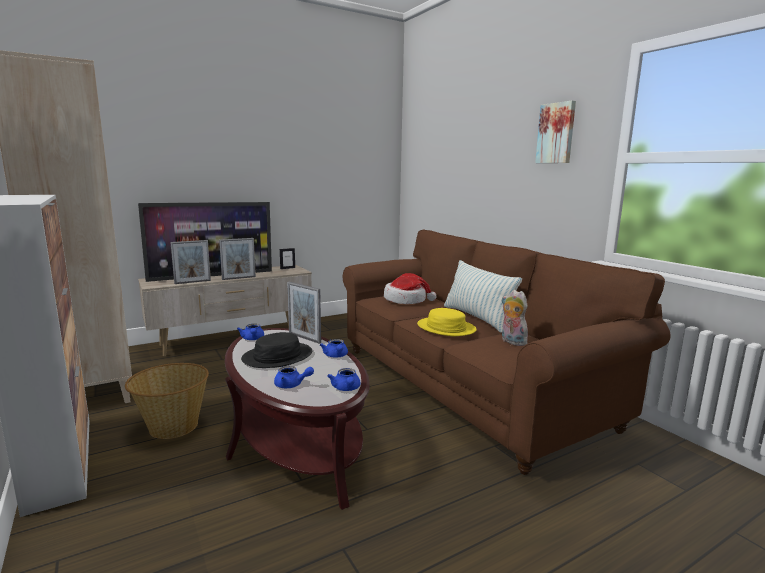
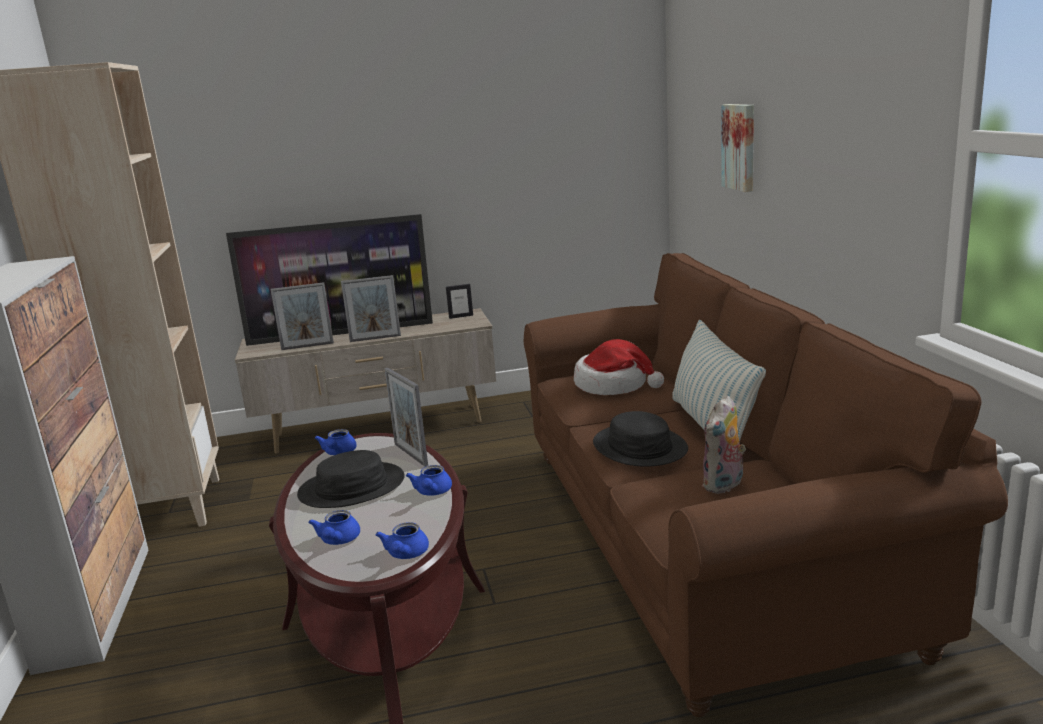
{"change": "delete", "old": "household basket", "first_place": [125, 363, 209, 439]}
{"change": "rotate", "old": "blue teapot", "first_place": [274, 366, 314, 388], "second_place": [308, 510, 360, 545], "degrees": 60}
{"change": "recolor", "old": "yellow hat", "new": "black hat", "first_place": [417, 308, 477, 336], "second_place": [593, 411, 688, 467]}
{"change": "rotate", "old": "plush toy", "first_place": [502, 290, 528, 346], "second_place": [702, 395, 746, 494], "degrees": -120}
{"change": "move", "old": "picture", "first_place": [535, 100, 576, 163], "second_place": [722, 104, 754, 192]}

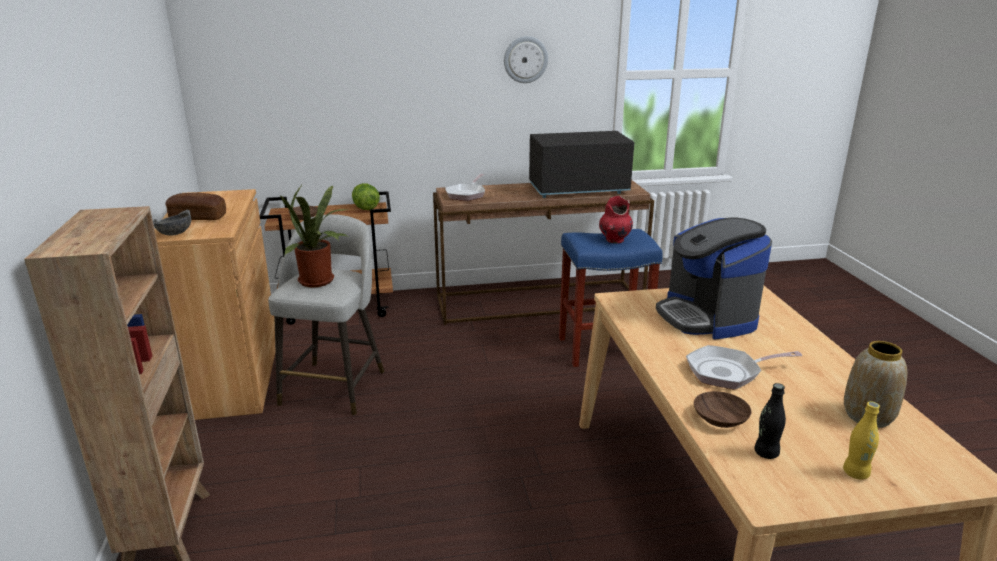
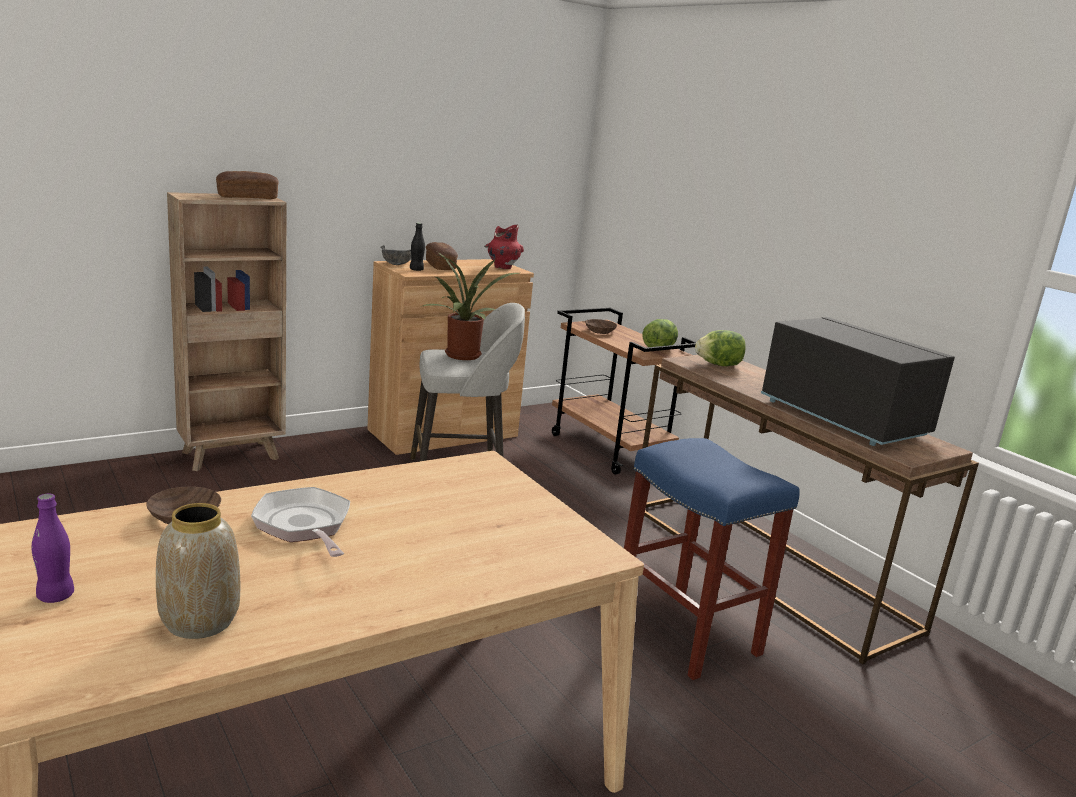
{"change": "replace", "old": "skillet", "new": "lettuce head", "first_place": [445, 174, 485, 201], "second_place": [695, 330, 745, 366]}
{"change": "delete", "old": "hanging clock", "first_place": [504, 36, 548, 83]}
{"change": "move", "old": "red vase", "first_place": [599, 196, 633, 243], "second_place": [484, 224, 524, 269]}
{"change": "delete", "old": "coffee machine", "first_place": [656, 218, 772, 339]}
{"change": "move", "old": "black bottle", "first_place": [754, 383, 786, 459], "second_place": [410, 223, 425, 271]}
{"change": "recolor", "old": "yellow bottle", "new": "purple bottle", "first_place": [843, 401, 880, 480], "second_place": [32, 494, 74, 603]}
{"change": "insert", "new": "baked bread", "second_place": [216, 171, 279, 199]}

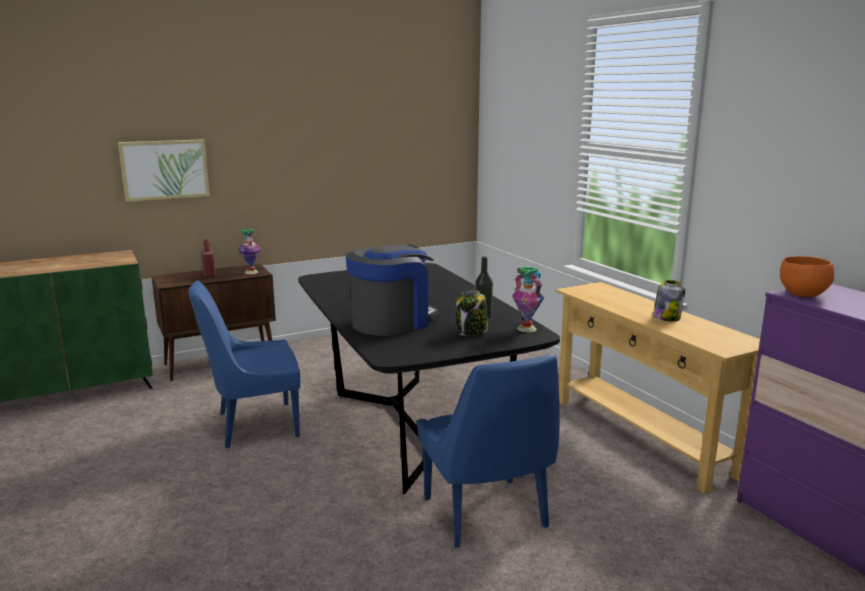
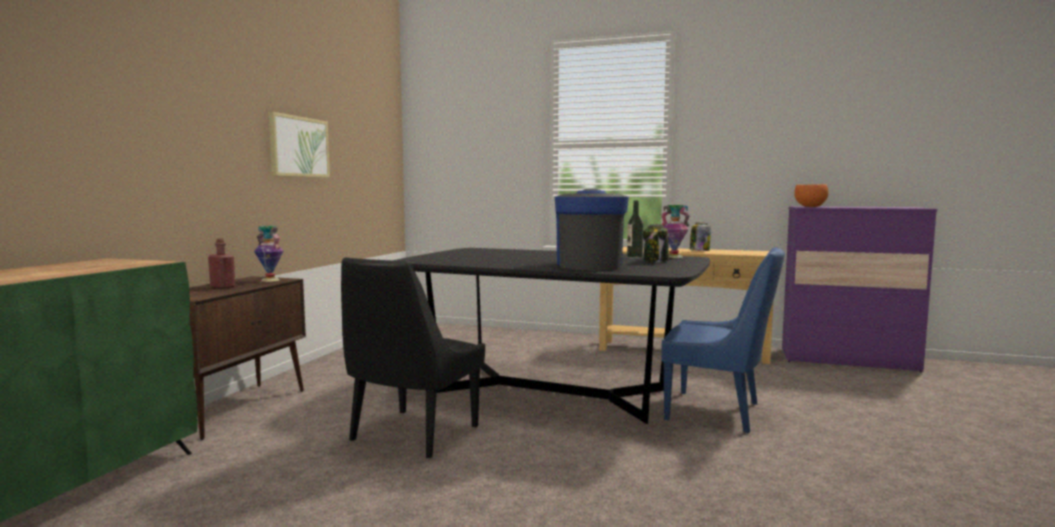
{"change": "move", "old": "picture", "first_place": [118, 139, 210, 202], "second_place": [269, 112, 330, 178]}
{"change": "recolor", "old": "blue chair", "new": "black chair", "first_place": [188, 280, 301, 449], "second_place": [341, 257, 485, 459]}

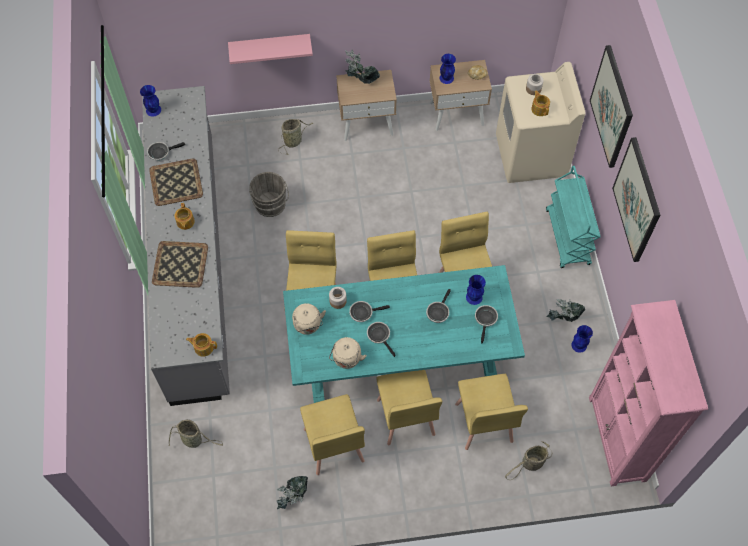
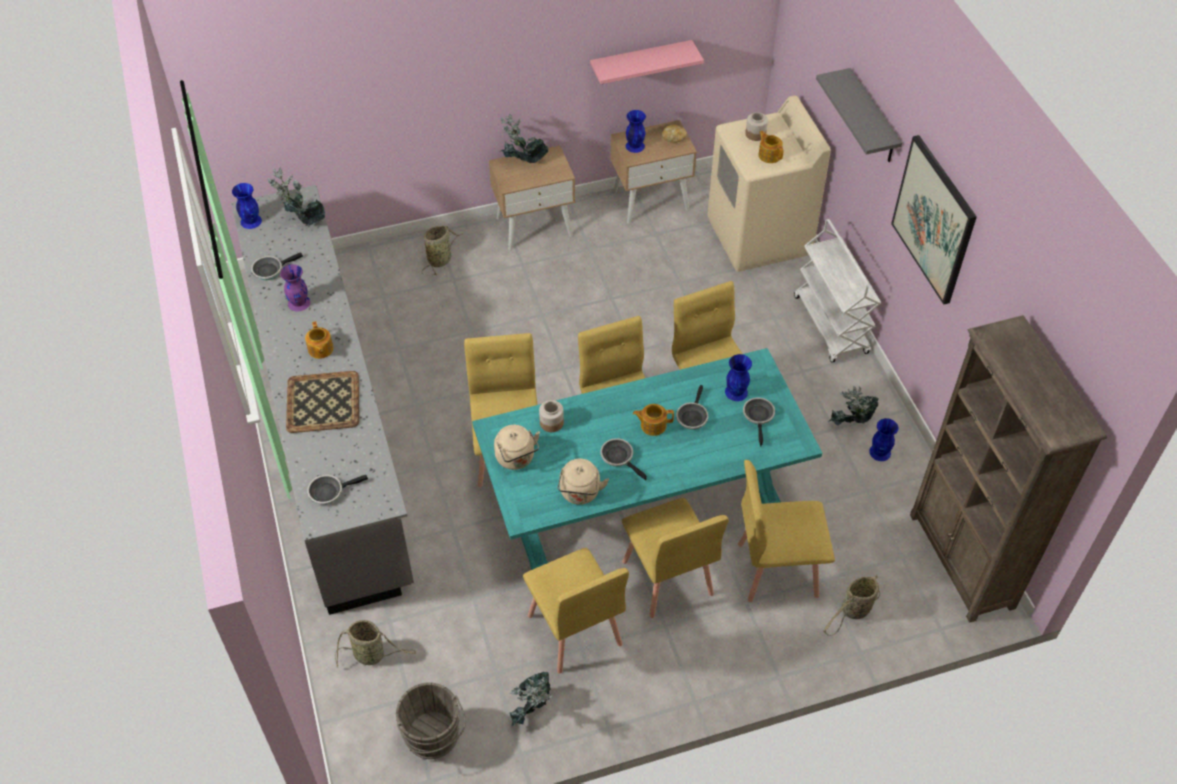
{"change": "replace", "old": "carrying tray", "new": "purple vase", "first_place": [149, 158, 203, 206], "second_place": [280, 264, 310, 311]}
{"change": "move", "old": "teapot", "first_place": [186, 333, 217, 357], "second_place": [633, 404, 674, 436]}
{"change": "move", "old": "pinkish bracket shelf", "first_place": [228, 34, 313, 64], "second_place": [590, 40, 704, 84]}
{"change": "move", "old": "grey pail", "first_place": [249, 172, 289, 217], "second_place": [396, 682, 466, 759]}
{"change": "move", "old": "skillet", "first_place": [349, 301, 390, 322], "second_place": [307, 475, 368, 505]}
{"change": "rotate", "old": "yellow chair", "first_place": [455, 374, 528, 450], "second_place": [738, 460, 835, 602], "degrees": 105}
{"change": "recolor", "old": "turquoise wheeled cart", "new": "whitish wheeled cart", "first_place": [546, 166, 600, 268], "second_place": [794, 219, 881, 362]}
{"change": "recolor", "old": "pinkish bookshelf", "new": "brown bookshelf", "first_place": [589, 300, 708, 486], "second_place": [910, 315, 1107, 623]}
{"change": "replace", "old": "picture", "new": "grey bracket shelf", "first_place": [590, 45, 633, 168], "second_place": [816, 68, 902, 162]}
{"change": "insert", "new": "potted plant", "second_place": [267, 167, 325, 225]}

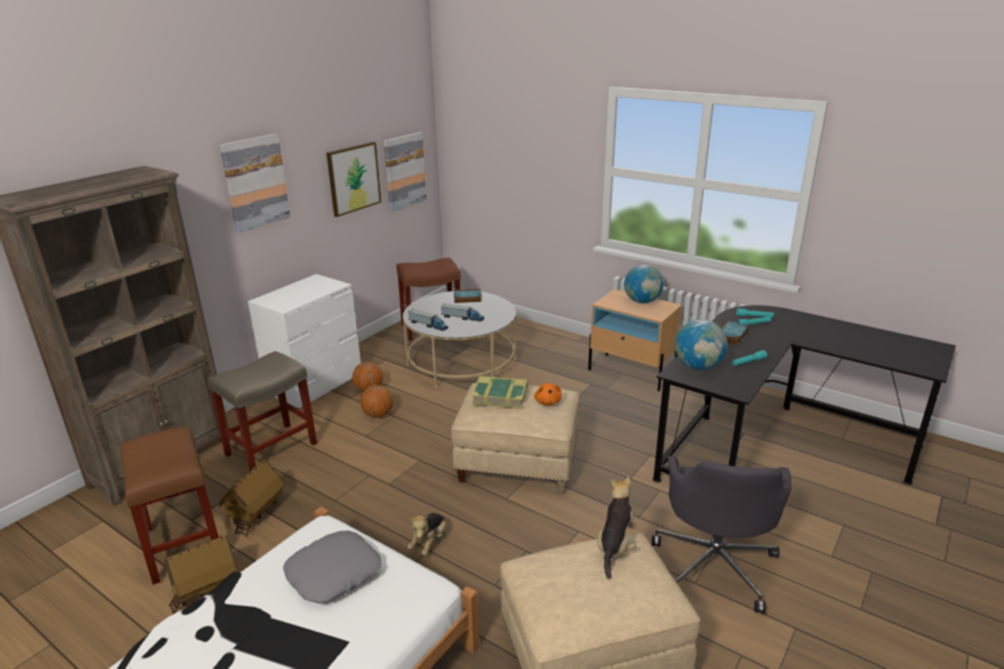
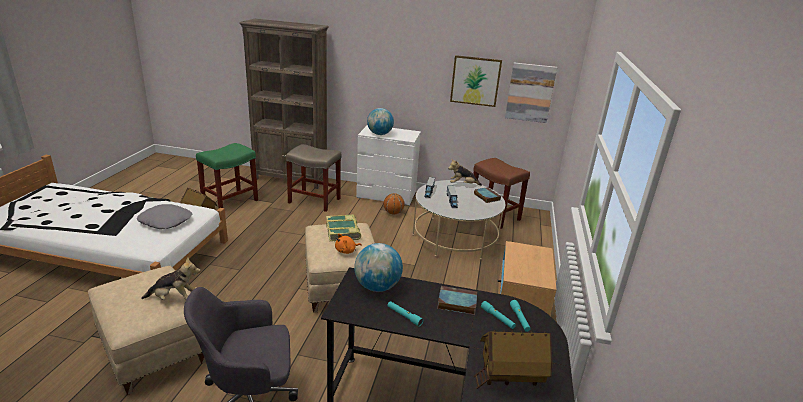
{"change": "recolor", "old": "brown stool seat", "new": "greenish stool seat", "first_place": [120, 426, 219, 585], "second_place": [196, 143, 258, 208]}
{"change": "move", "old": "model house", "first_place": [219, 459, 285, 537], "second_place": [474, 330, 552, 389]}
{"change": "delete", "old": "picture", "first_place": [220, 134, 291, 233]}
{"change": "delete", "old": "ball for basketball", "first_place": [360, 385, 393, 418]}
{"change": "move", "old": "plush toy", "first_place": [408, 513, 447, 555], "second_place": [448, 159, 482, 186]}
{"change": "move", "old": "globe", "first_place": [624, 264, 664, 303], "second_place": [367, 108, 394, 135]}

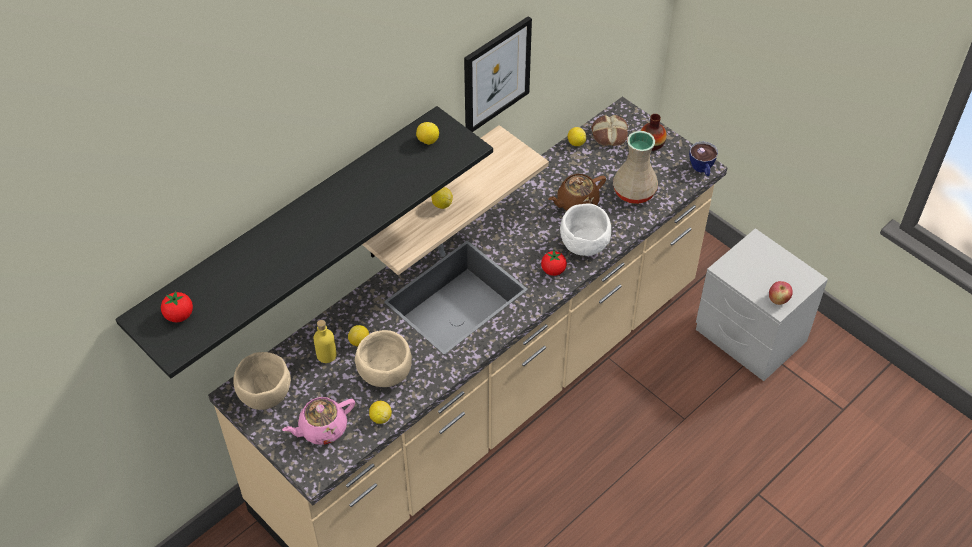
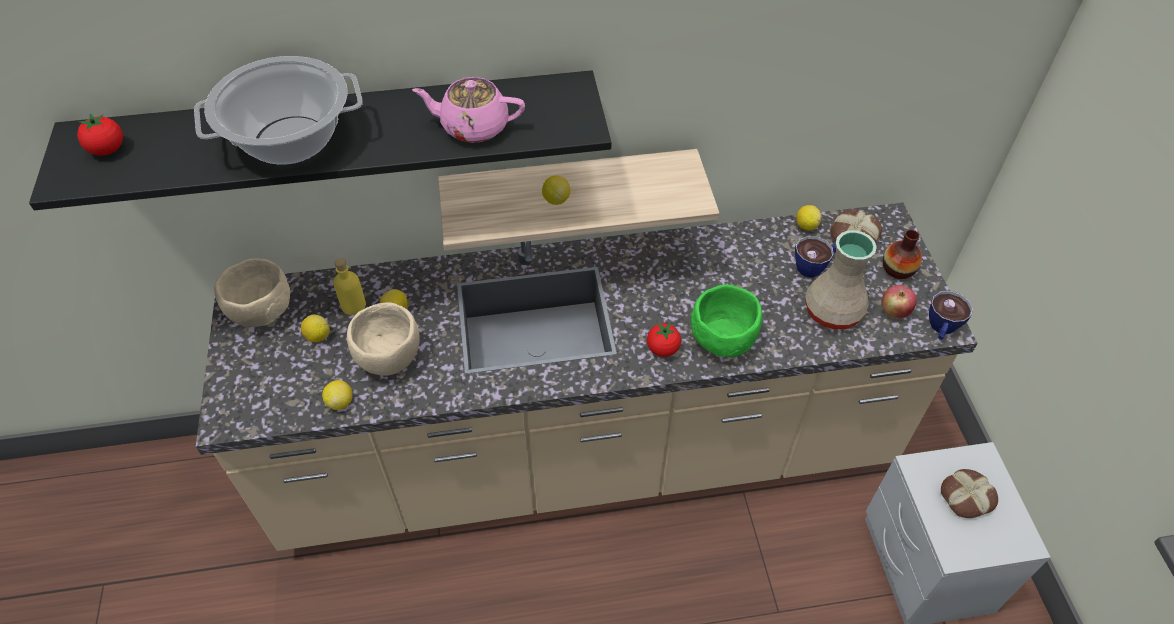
{"change": "move", "old": "pinkish teapot", "first_place": [282, 397, 355, 445], "second_place": [412, 77, 525, 143]}
{"change": "move", "old": "citrus fruit", "first_place": [416, 122, 439, 145], "second_place": [301, 315, 330, 342]}
{"change": "delete", "old": "picture", "first_place": [464, 16, 532, 132]}
{"change": "delete", "old": "brown teapot", "first_place": [548, 174, 606, 211]}
{"change": "recolor", "old": "whitish deep dish", "new": "greenish deep dish", "first_place": [560, 203, 611, 256], "second_place": [691, 284, 762, 357]}
{"change": "move", "old": "apple fruit", "first_place": [769, 281, 793, 305], "second_place": [882, 285, 917, 319]}
{"change": "insert", "new": "cooking pot", "second_place": [194, 56, 363, 165]}
{"change": "insert", "new": "small cup", "second_place": [795, 236, 836, 278]}
{"change": "insert", "new": "baked bread", "second_place": [941, 469, 998, 518]}

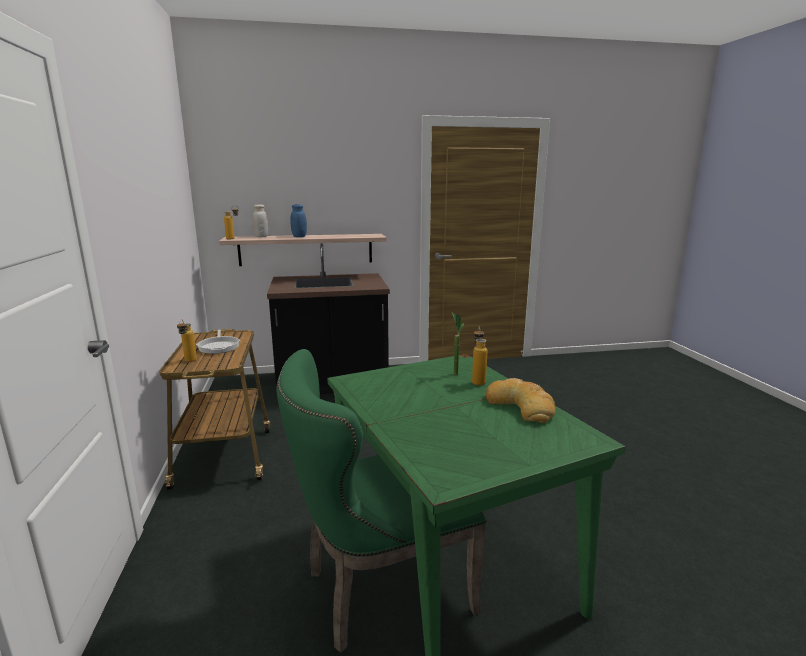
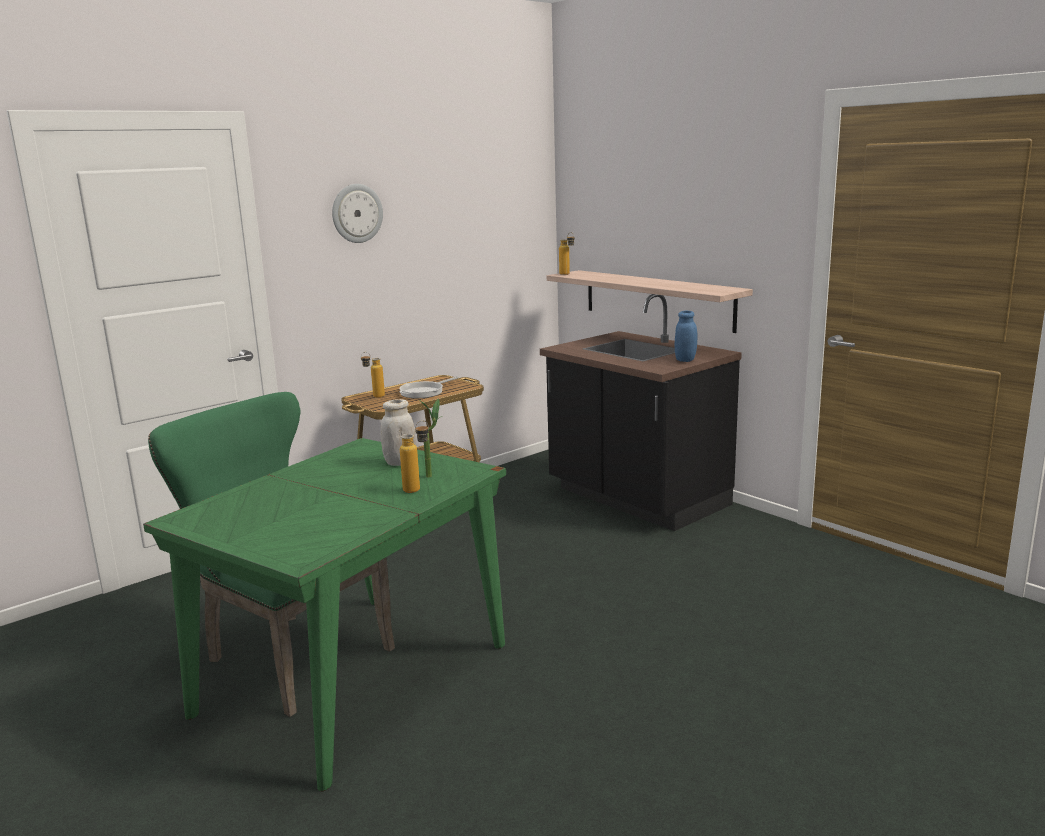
{"change": "move", "old": "whitish preserve jar", "first_place": [253, 205, 268, 237], "second_place": [380, 399, 416, 466]}
{"change": "move", "old": "blue preserve jar", "first_place": [290, 204, 307, 237], "second_place": [675, 311, 697, 362]}
{"change": "delete", "old": "baked bread", "first_place": [486, 378, 556, 423]}
{"change": "insert", "new": "hanging clock", "second_place": [332, 184, 383, 243]}

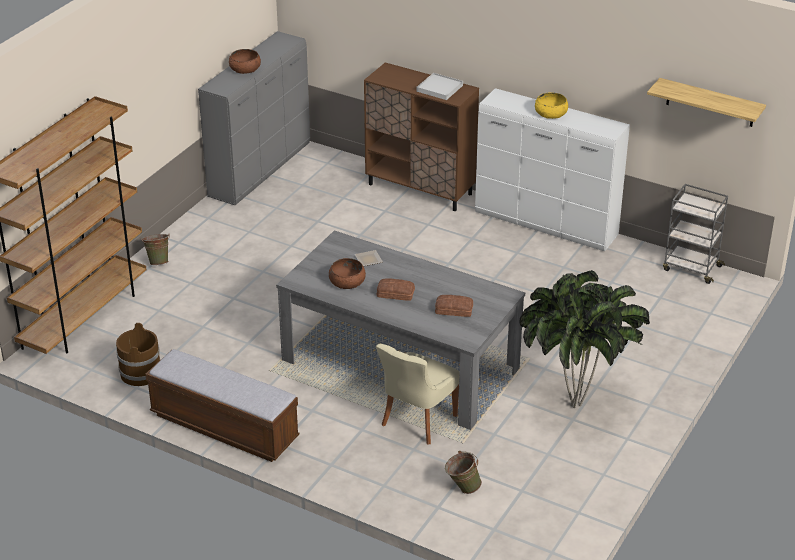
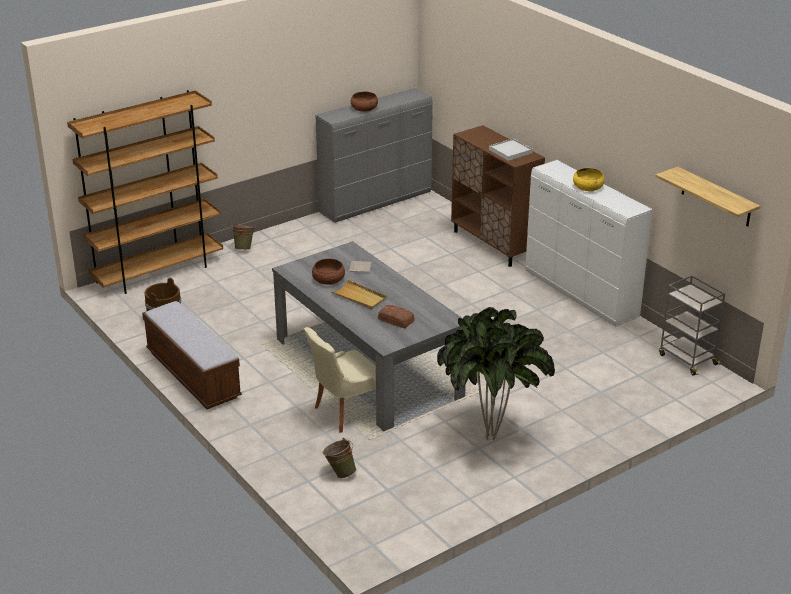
{"change": "replace", "old": "baked bread", "new": "sand-coloured carrying tray", "first_place": [377, 278, 415, 301], "second_place": [331, 280, 387, 310]}

